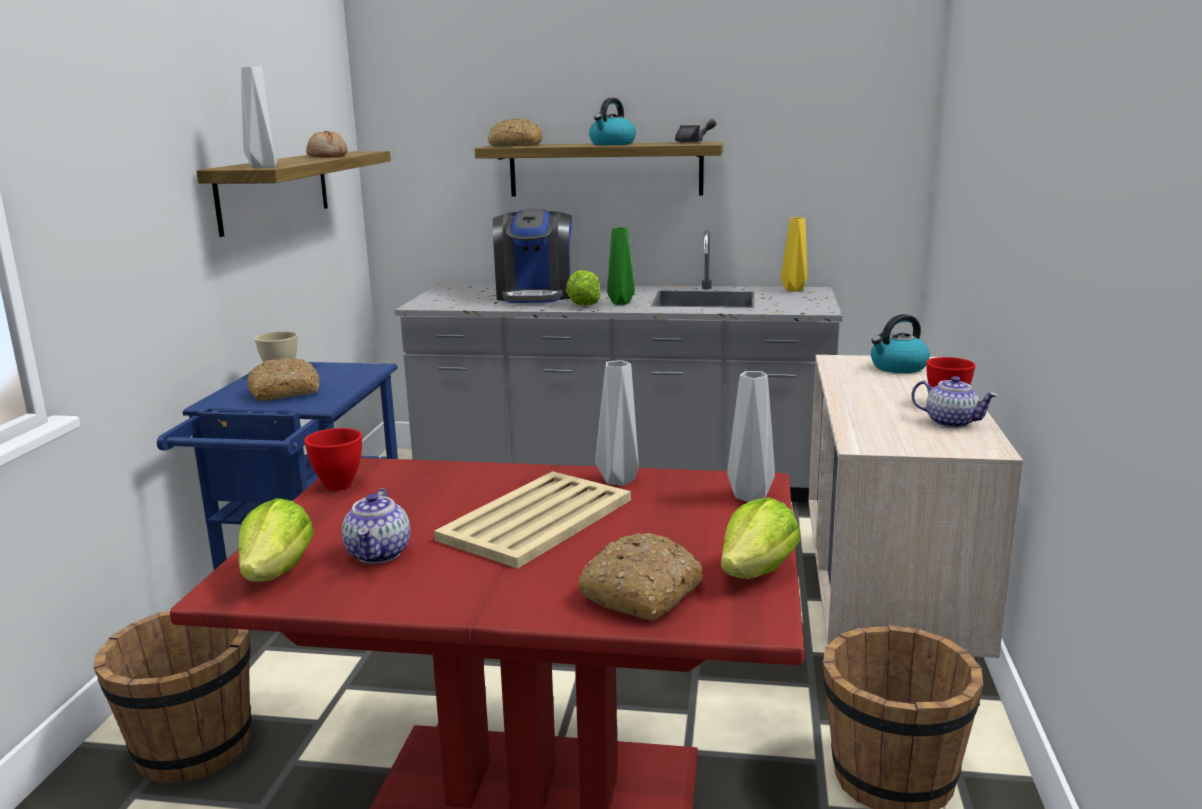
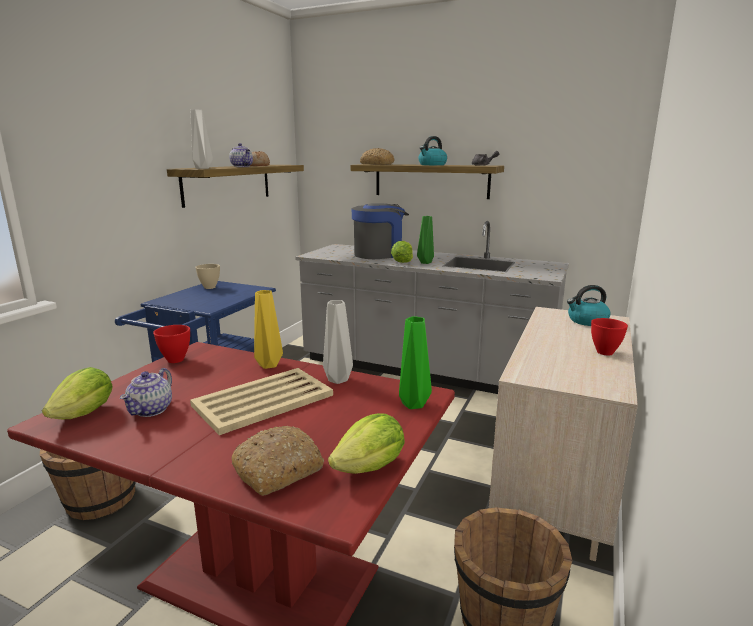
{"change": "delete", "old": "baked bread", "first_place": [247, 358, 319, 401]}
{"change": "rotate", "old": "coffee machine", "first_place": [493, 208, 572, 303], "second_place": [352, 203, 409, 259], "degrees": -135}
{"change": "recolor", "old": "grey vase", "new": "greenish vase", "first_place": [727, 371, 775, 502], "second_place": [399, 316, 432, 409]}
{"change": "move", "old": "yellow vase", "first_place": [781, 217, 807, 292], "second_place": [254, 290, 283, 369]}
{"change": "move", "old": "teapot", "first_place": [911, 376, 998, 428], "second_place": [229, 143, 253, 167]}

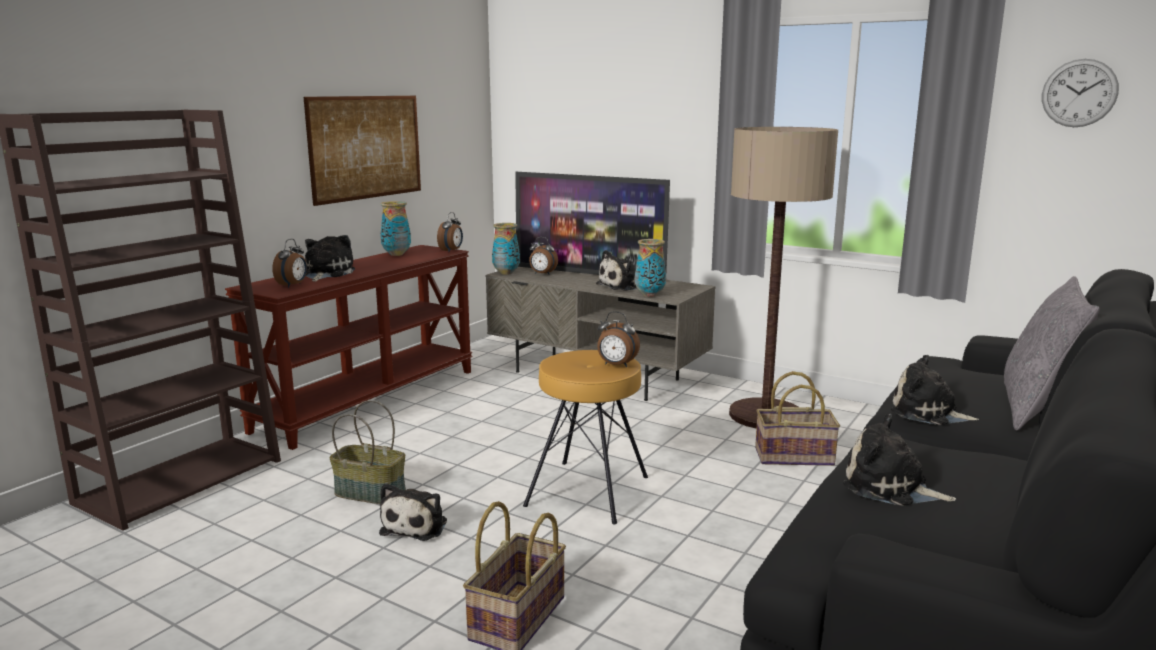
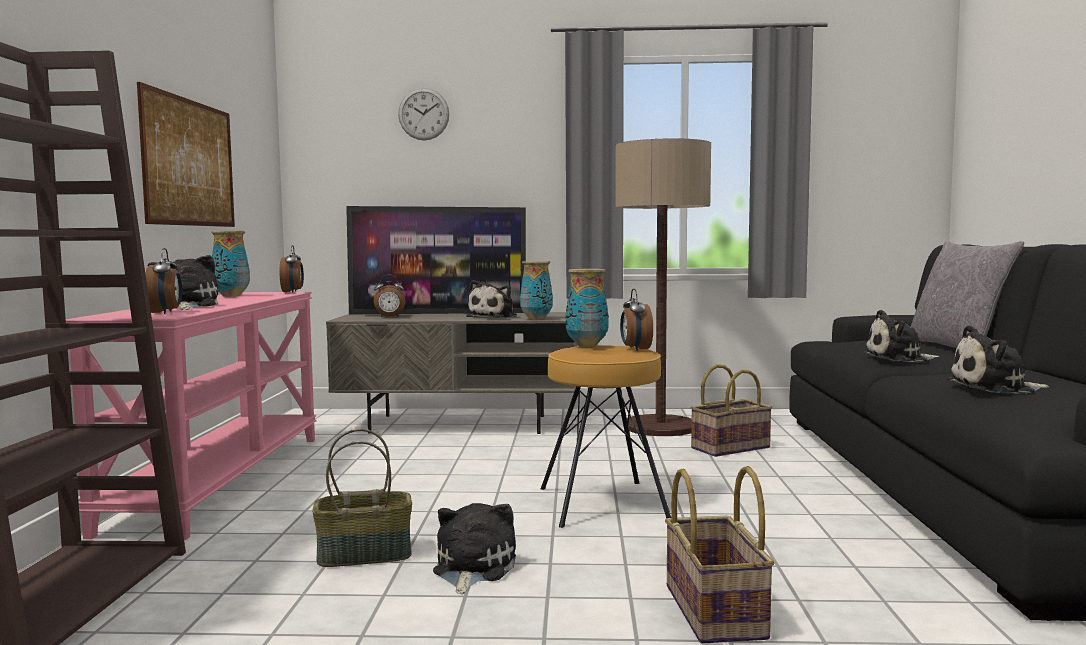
{"change": "recolor", "old": "brown console table", "new": "pinkish console table", "first_place": [225, 245, 473, 450], "second_place": [66, 292, 317, 540]}
{"change": "rotate", "old": "plush toy", "first_place": [379, 483, 447, 541], "second_place": [433, 503, 516, 594], "degrees": -150}
{"change": "move", "old": "vase", "first_place": [492, 223, 520, 275], "second_place": [565, 269, 609, 347]}
{"change": "rotate", "old": "table clock", "first_place": [597, 311, 640, 367], "second_place": [620, 289, 653, 351], "degrees": 90}
{"change": "move", "old": "hanging clock", "first_place": [1042, 59, 1119, 127], "second_place": [398, 88, 449, 141]}

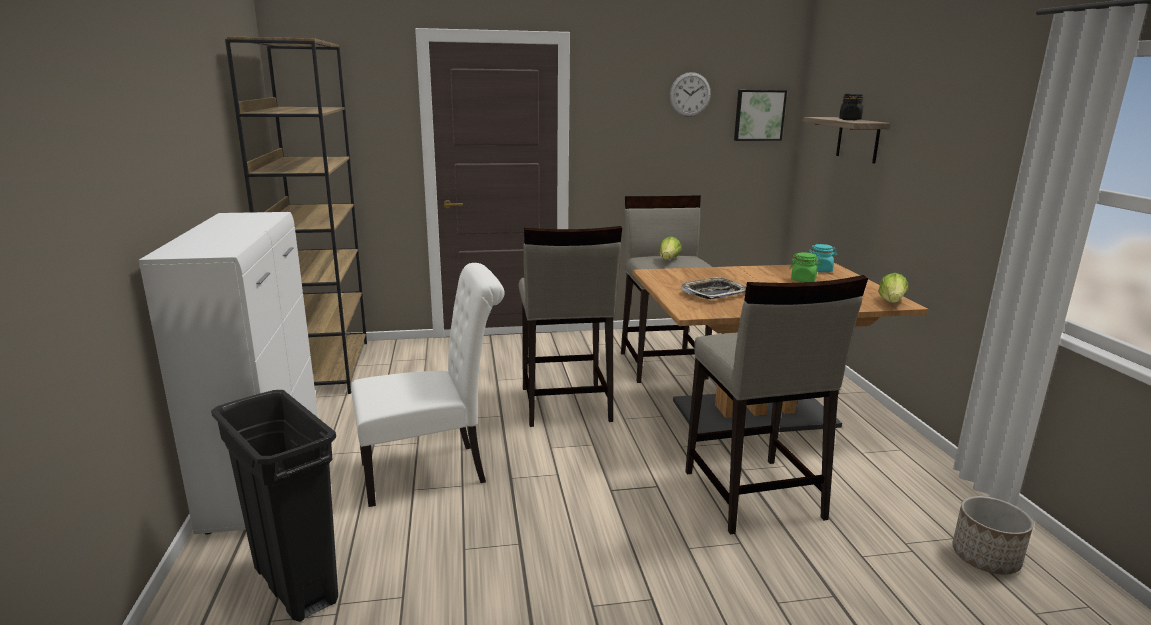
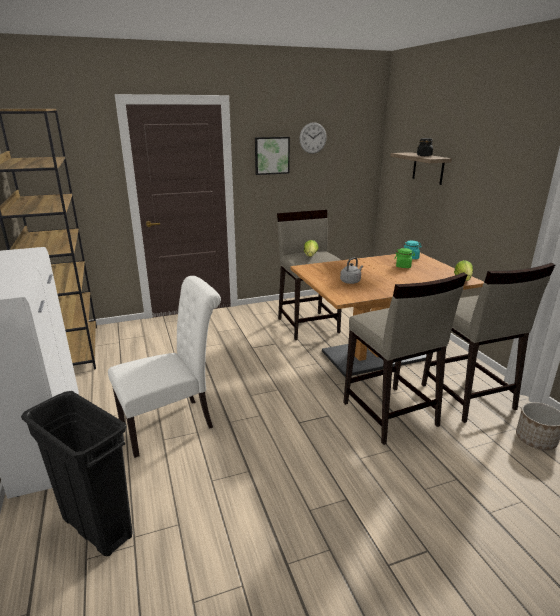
{"change": "move", "old": "sand-coloured stool seat", "first_place": [519, 226, 622, 427], "second_place": [422, 263, 555, 423]}
{"change": "replace", "old": "carrying tray", "new": "grey kettle", "first_place": [681, 277, 746, 299], "second_place": [340, 257, 363, 284]}
{"change": "move", "old": "picture", "first_place": [734, 90, 787, 141], "second_place": [255, 137, 290, 175]}

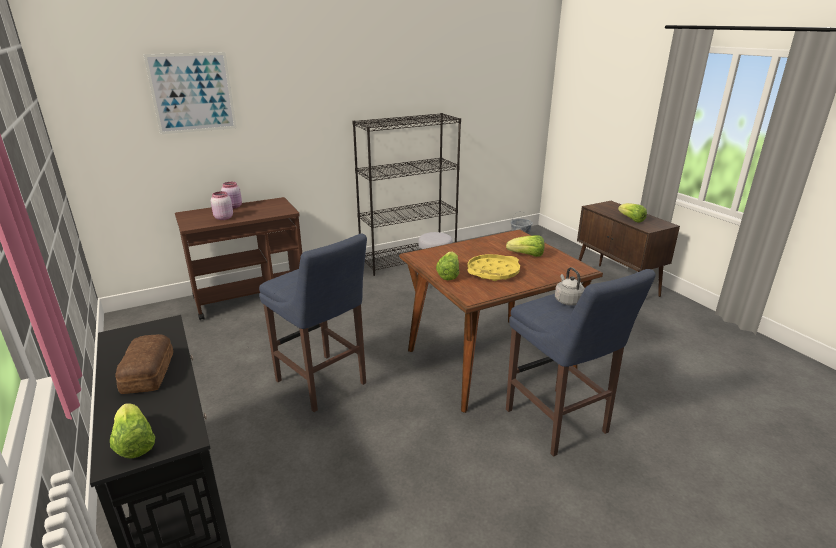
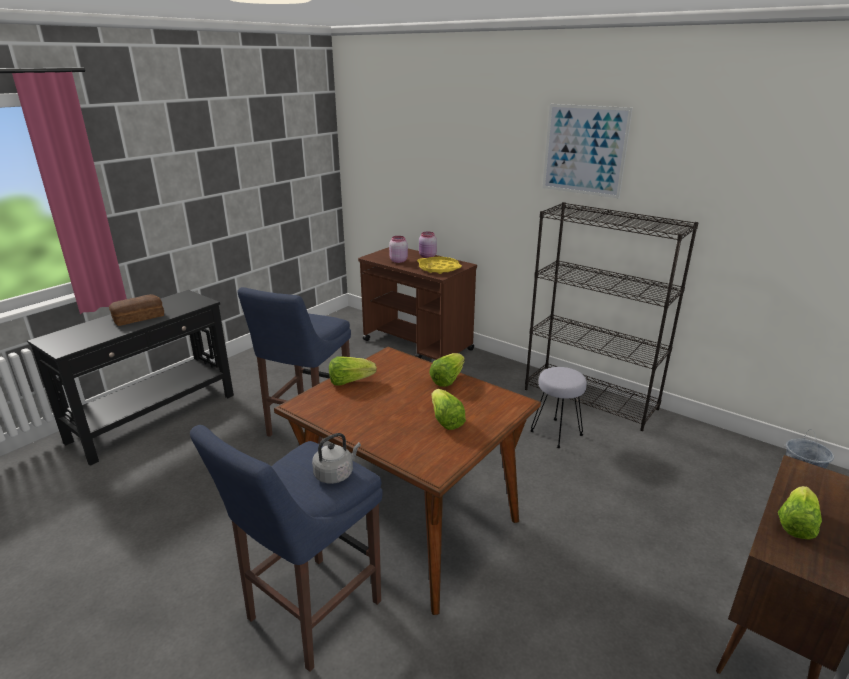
{"change": "move", "old": "lettuce head", "first_place": [110, 403, 155, 459], "second_place": [429, 353, 465, 387]}
{"change": "move", "old": "picture", "first_place": [143, 52, 236, 134], "second_place": [543, 104, 633, 198]}
{"change": "move", "old": "yellow carrying tray", "first_place": [467, 254, 520, 281], "second_place": [417, 257, 462, 274]}

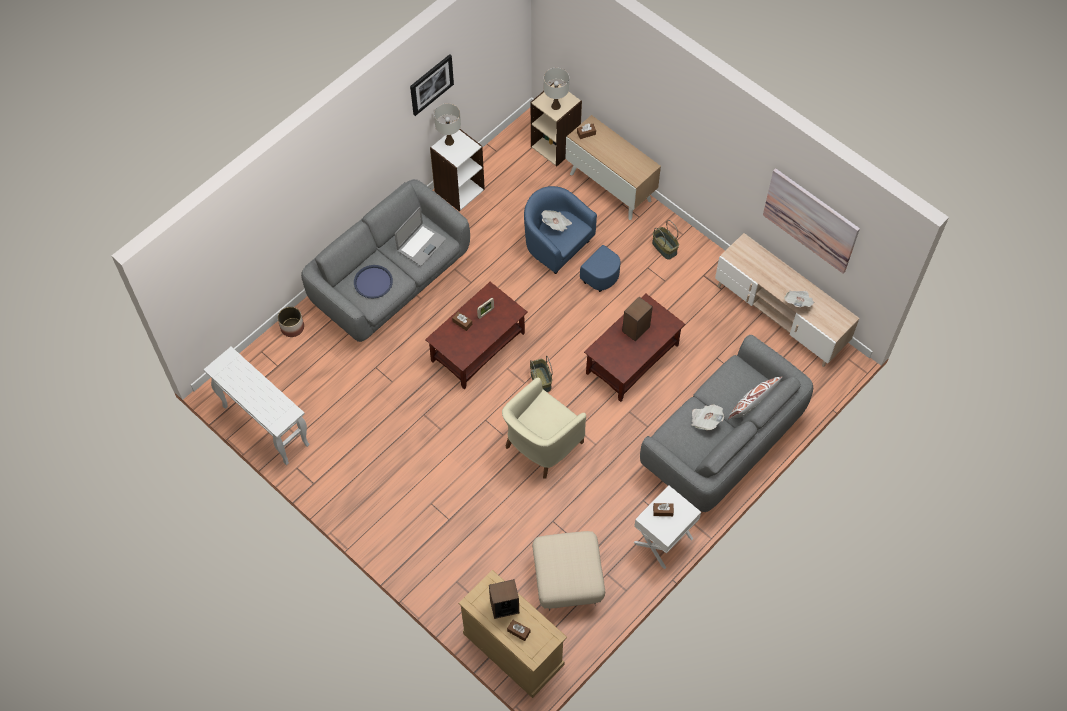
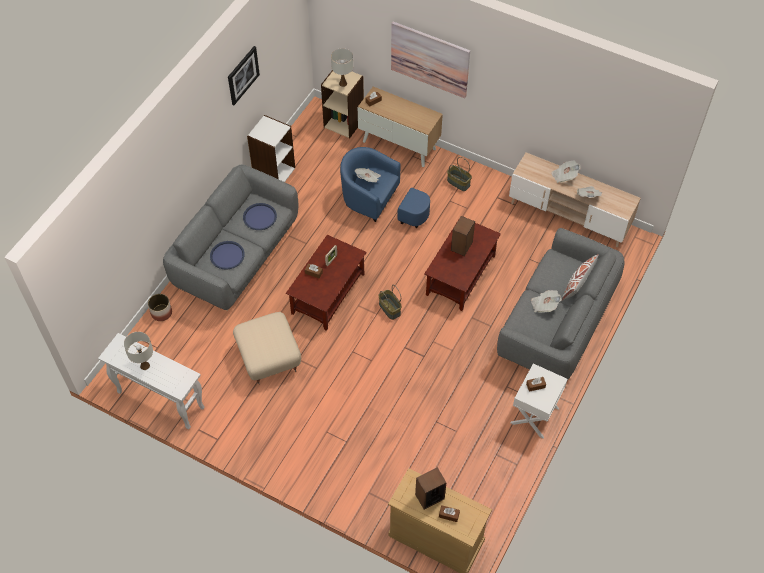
{"change": "replace", "old": "portable computer", "new": "blue carrying tray", "first_place": [395, 207, 446, 266], "second_place": [243, 203, 277, 230]}
{"change": "move", "old": "whitish lamp for a table", "first_place": [434, 103, 461, 146], "second_place": [124, 332, 153, 370]}
{"change": "delete", "old": "sand-coloured easy chair", "first_place": [502, 377, 586, 479]}
{"change": "move", "old": "sand-coloured ottoman", "first_place": [532, 531, 605, 611], "second_place": [233, 312, 301, 384]}
{"change": "move", "old": "picture", "first_place": [763, 168, 860, 274], "second_place": [391, 22, 470, 98]}
{"change": "insert", "new": "daily paper", "second_place": [551, 160, 581, 183]}

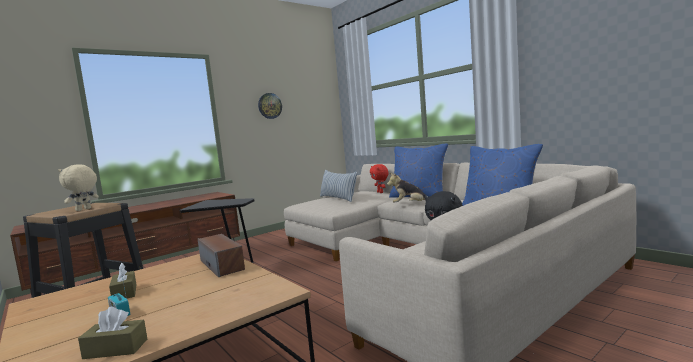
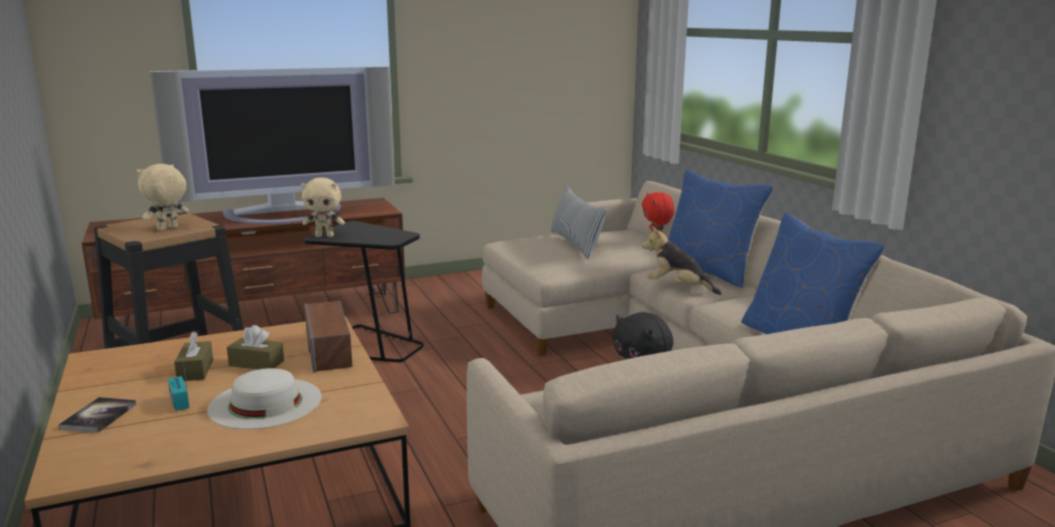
{"change": "move", "old": "brown box of tissues", "first_place": [78, 307, 147, 359], "second_place": [227, 325, 284, 369]}
{"change": "delete", "old": "hanging clock", "first_place": [258, 93, 282, 119]}
{"change": "insert", "new": "bound book", "second_place": [58, 397, 137, 433]}
{"change": "insert", "new": "television", "second_place": [150, 66, 395, 224]}
{"change": "insert", "new": "whitish hat", "second_place": [207, 368, 322, 429]}
{"change": "insert", "new": "sand-coloured plush toy", "second_place": [301, 177, 345, 237]}

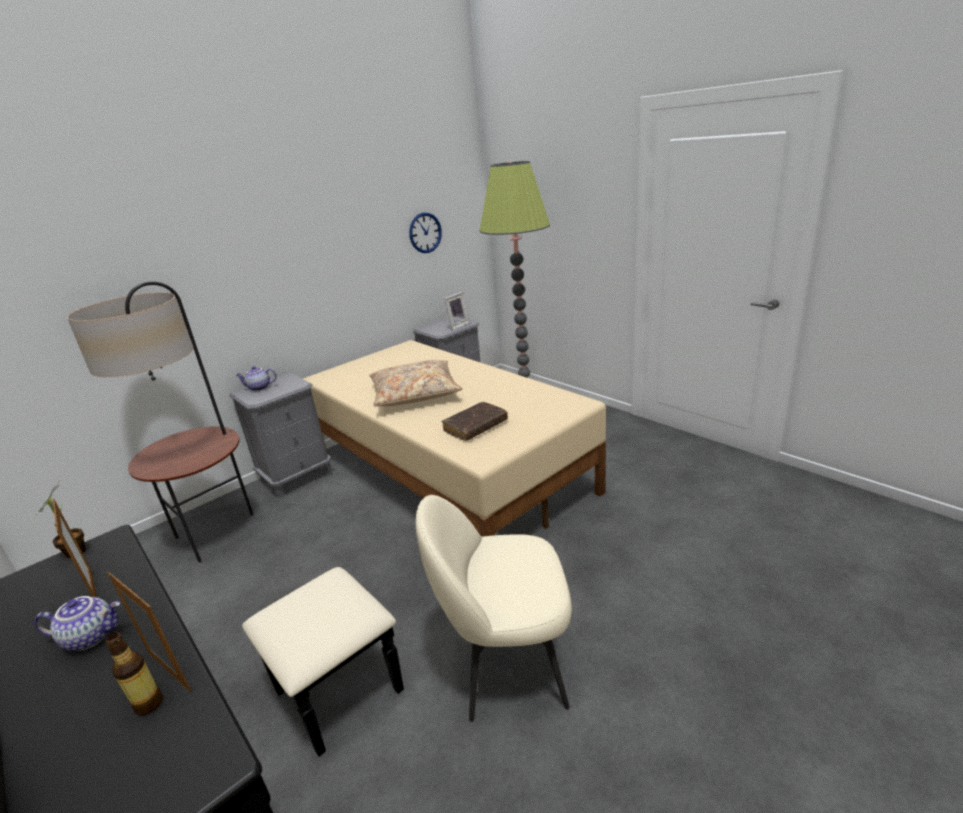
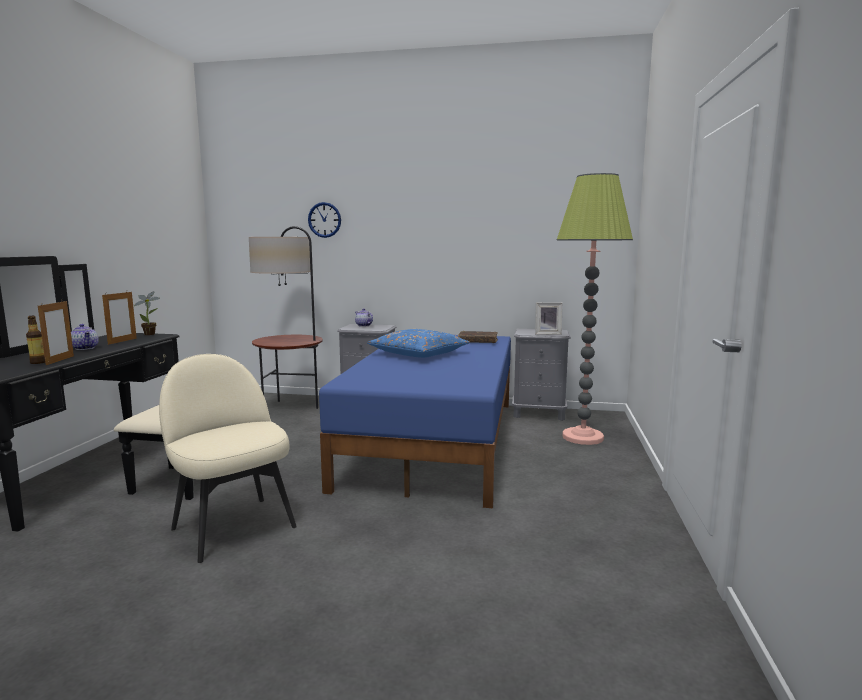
{"change": "recolor", "old": "sand-coloured sleeping bed", "new": "blue sleeping bed", "first_place": [303, 340, 606, 537], "second_place": [319, 335, 511, 508]}
{"change": "recolor", "old": "sand-coloured cushion", "new": "blue cushion", "first_place": [370, 360, 462, 407], "second_place": [367, 329, 470, 358]}
{"change": "move", "old": "hanging clock", "first_place": [409, 213, 442, 253], "second_place": [308, 202, 341, 238]}
{"change": "move", "old": "brown bound book", "first_place": [442, 402, 508, 441], "second_place": [458, 331, 498, 343]}

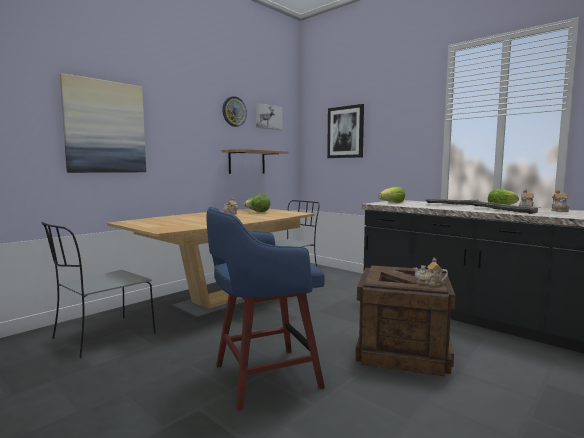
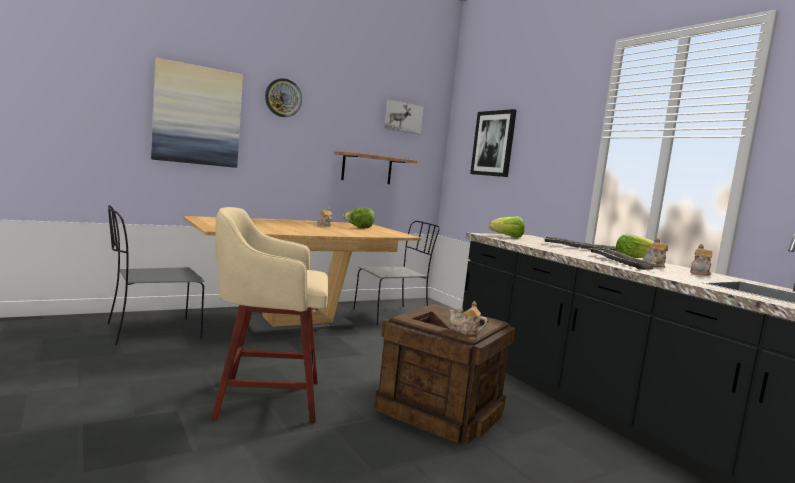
{"change": "recolor", "old": "blue stool seat", "new": "sand-coloured stool seat", "first_place": [206, 207, 325, 410], "second_place": [211, 207, 328, 423]}
{"change": "move", "old": "hanging clock", "first_place": [222, 96, 247, 127], "second_place": [265, 78, 302, 117]}

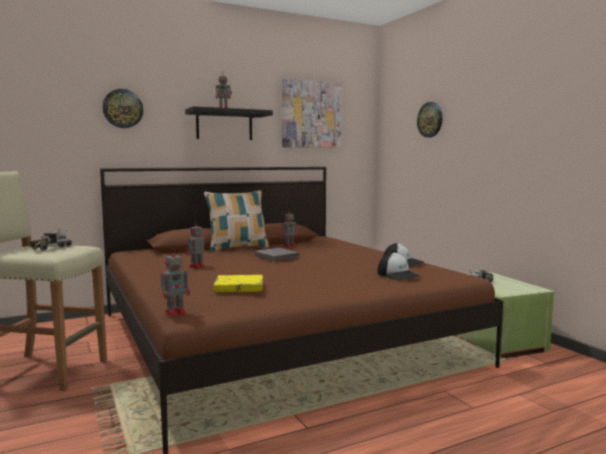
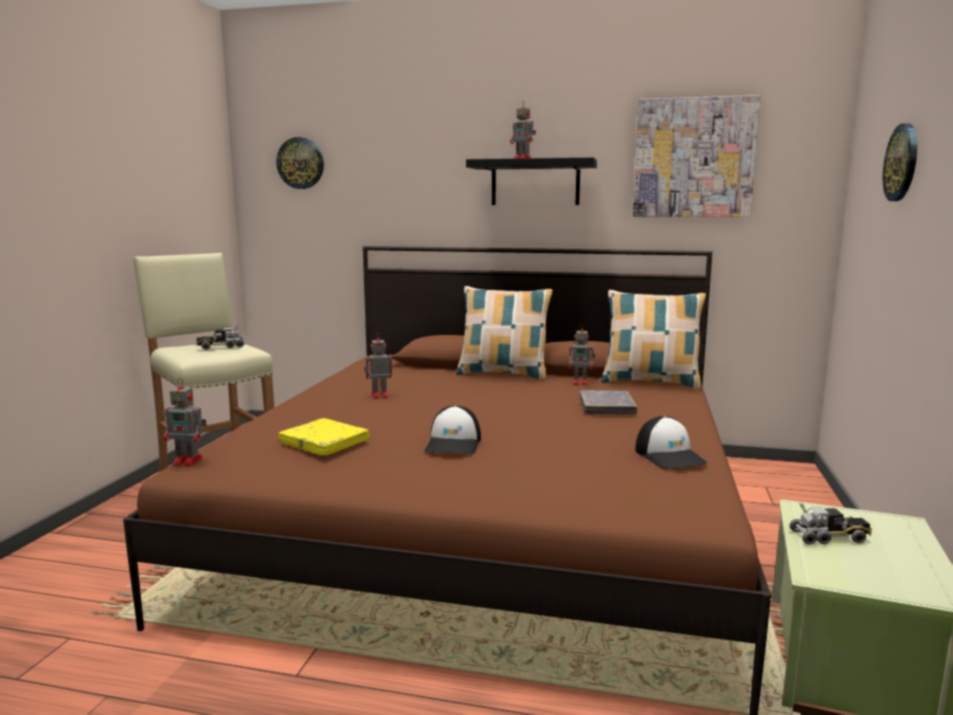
{"change": "move", "old": "hanging clock", "first_place": [103, 89, 143, 128], "second_place": [276, 137, 324, 189]}
{"change": "move", "old": "grey bound book", "first_place": [255, 248, 300, 261], "second_place": [580, 390, 637, 415]}
{"change": "move", "old": "cap", "first_place": [377, 252, 422, 280], "second_place": [425, 406, 481, 454]}
{"change": "insert", "new": "cushion", "second_place": [601, 290, 706, 389]}

